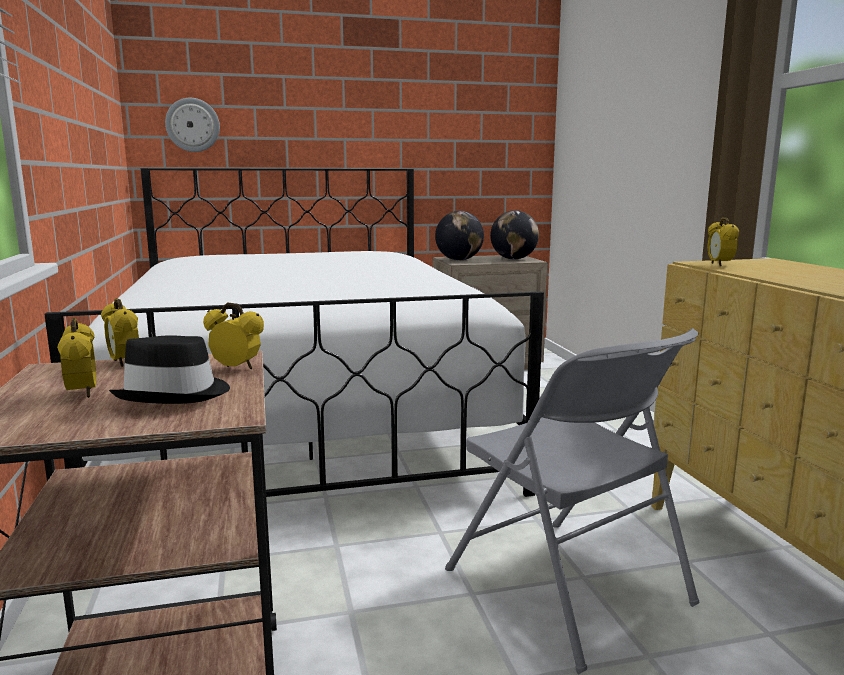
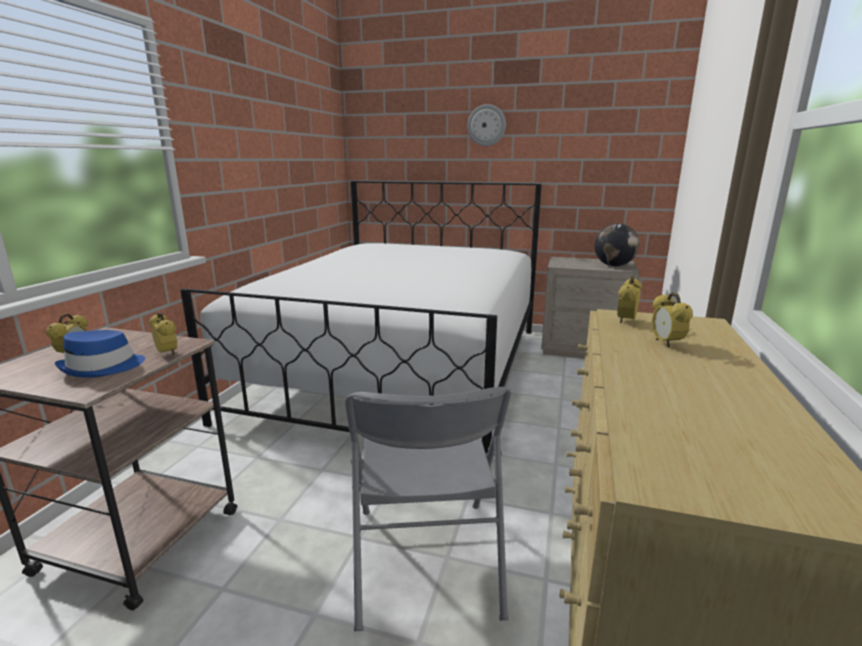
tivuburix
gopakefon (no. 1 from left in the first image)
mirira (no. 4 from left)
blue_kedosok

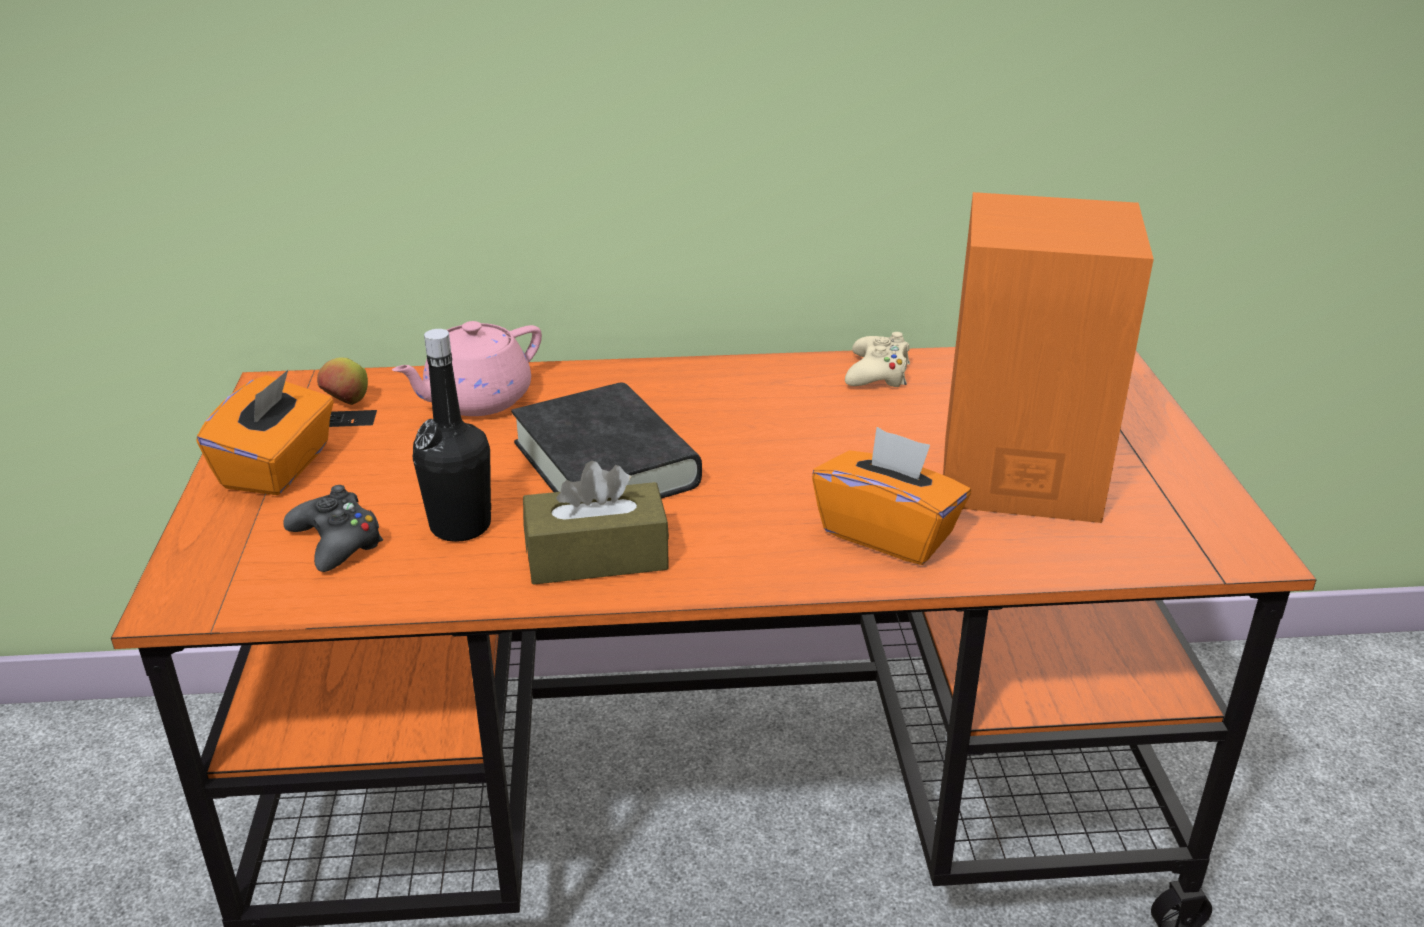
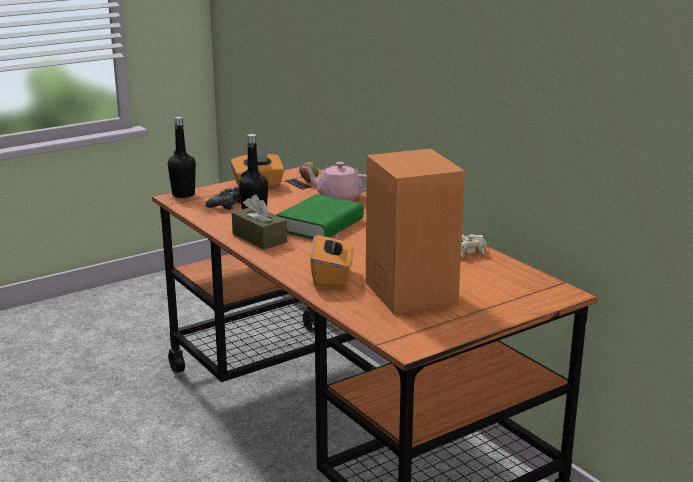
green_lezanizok
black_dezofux (no. 1 from left)

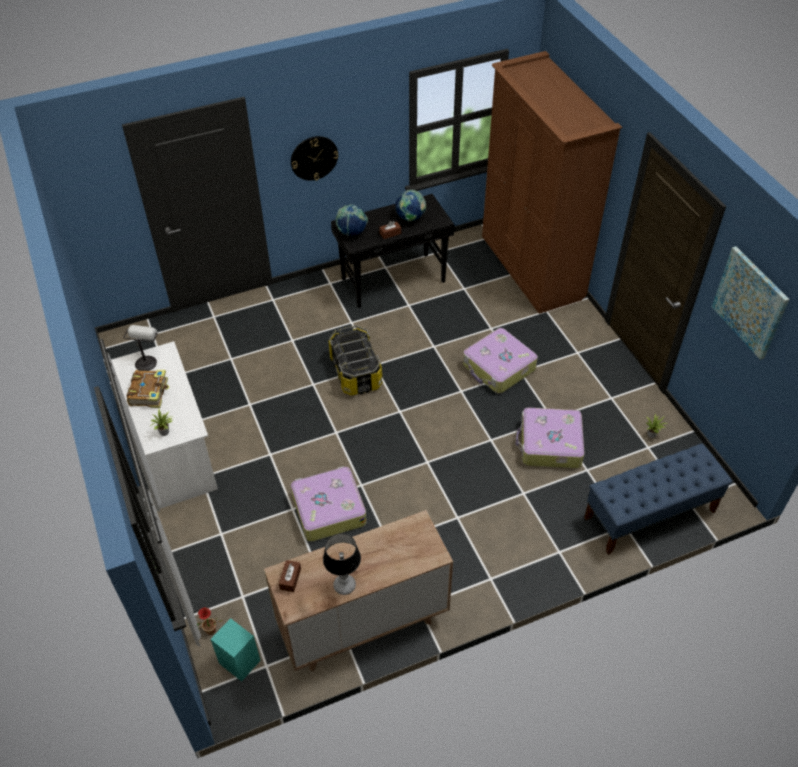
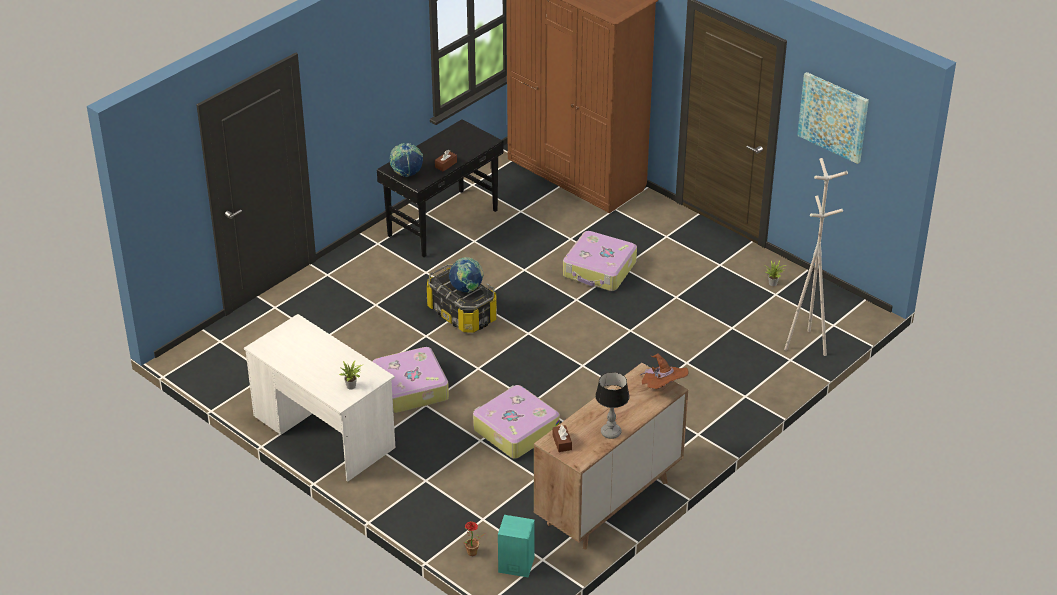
tivuburix
gopakefon (no. 2 from left)
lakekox (no. 1 from left in the first image)
lezanizok
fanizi (no. 1 from left)
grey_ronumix
brown_kedosok

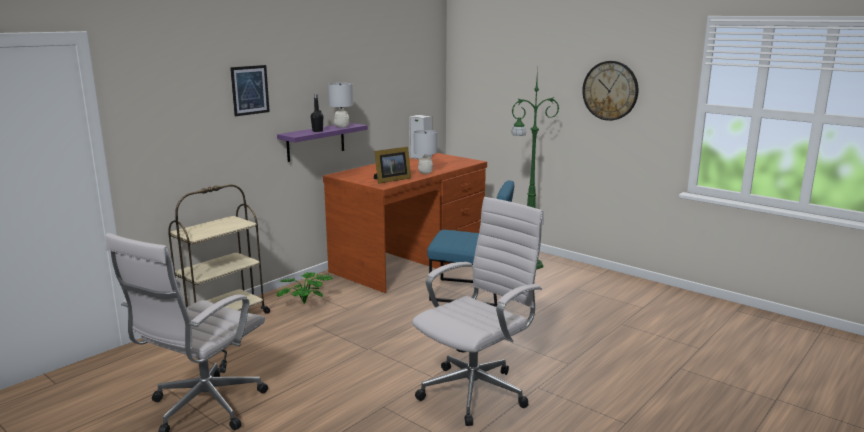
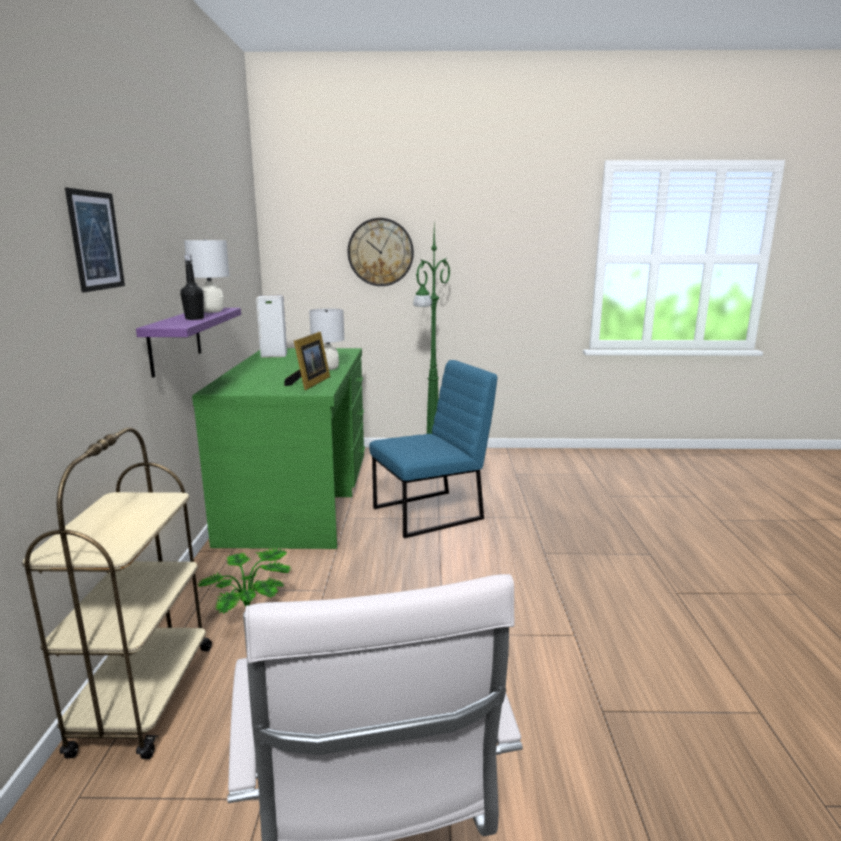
tivuburix
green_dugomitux
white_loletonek (no. 2 from left in the first image)

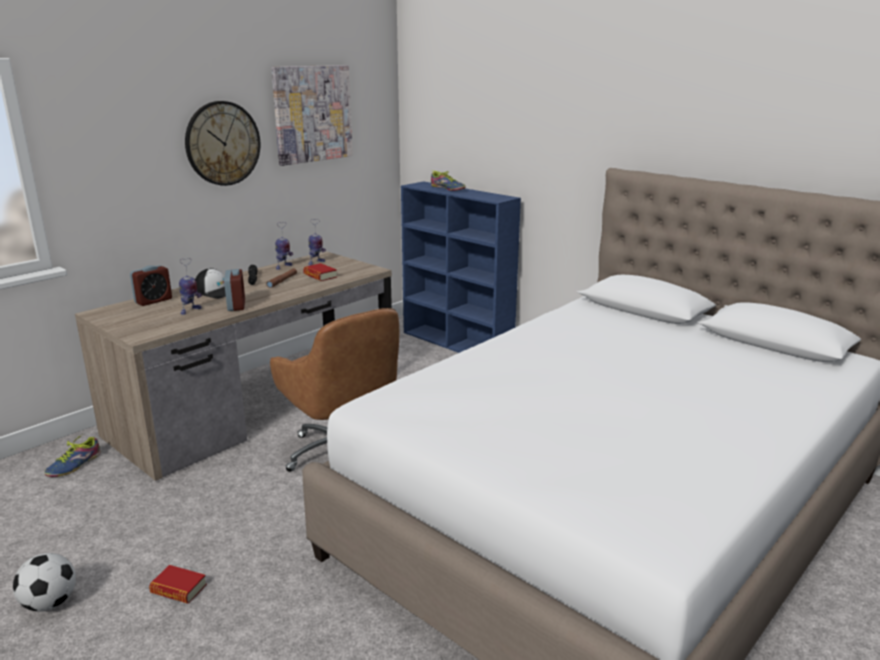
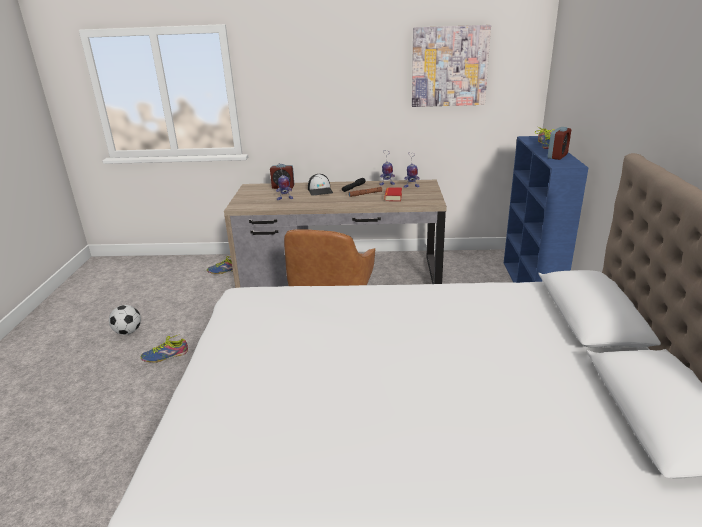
tivuburix
mirira (no. 2 from left)
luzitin (no. 1 from left)

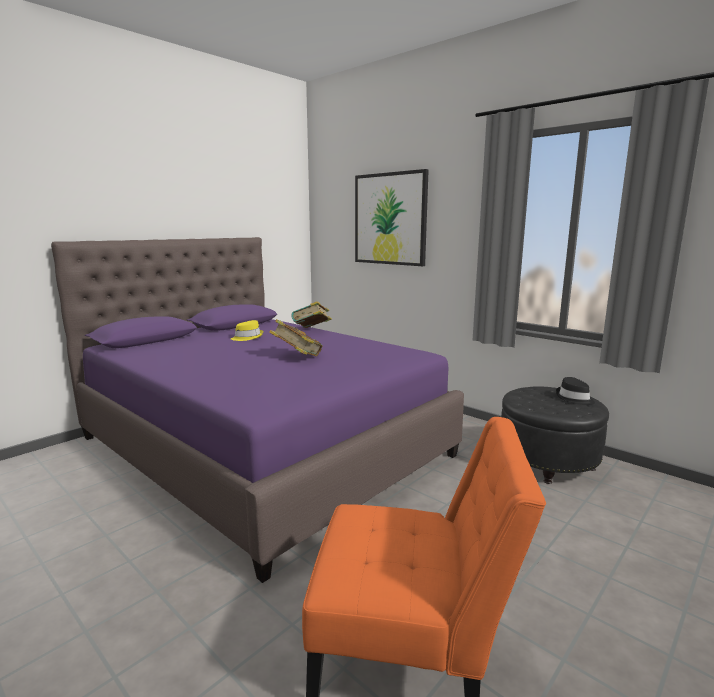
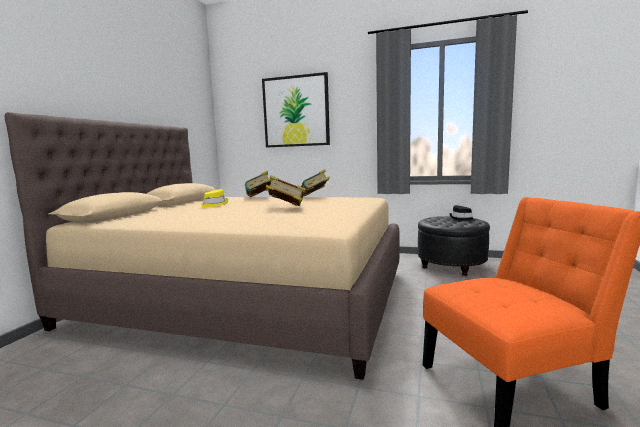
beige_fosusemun
lezanizok (no. 3 from left)

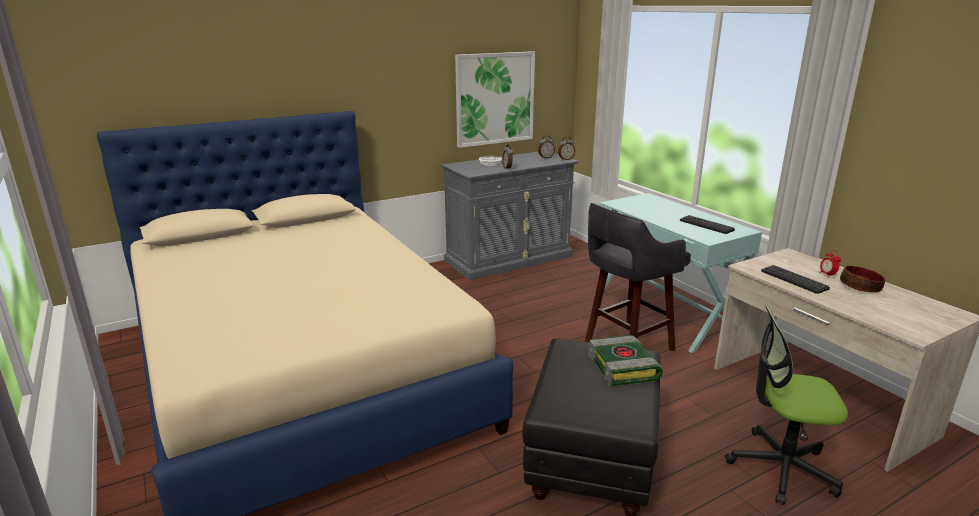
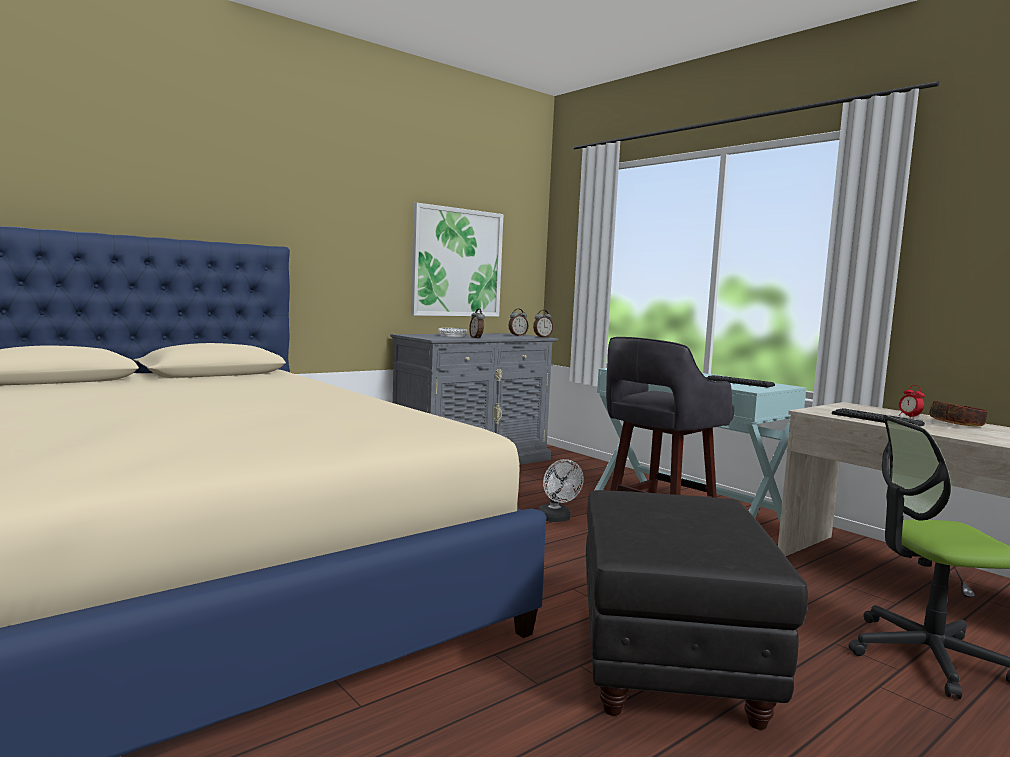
lezanizok
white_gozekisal

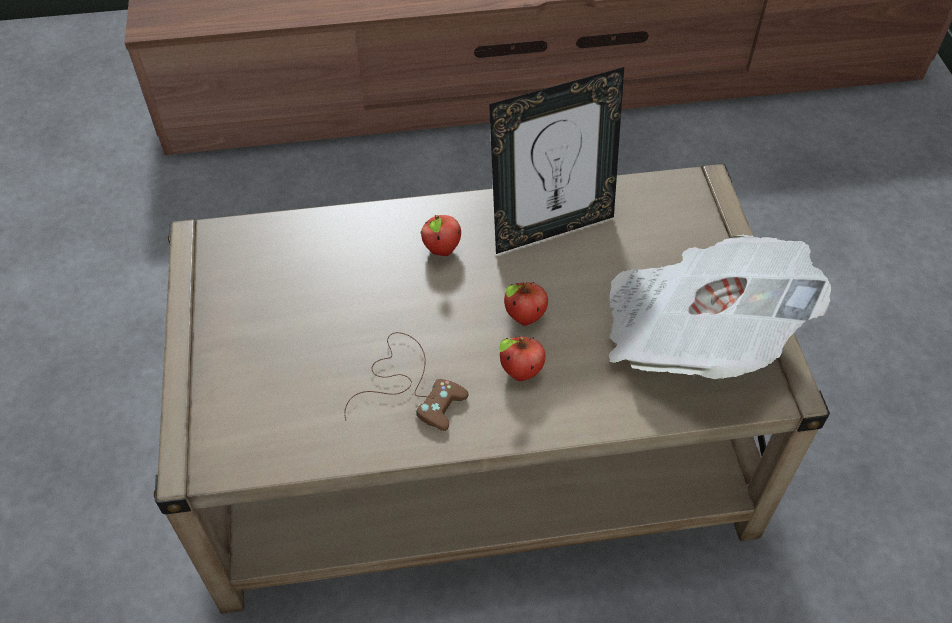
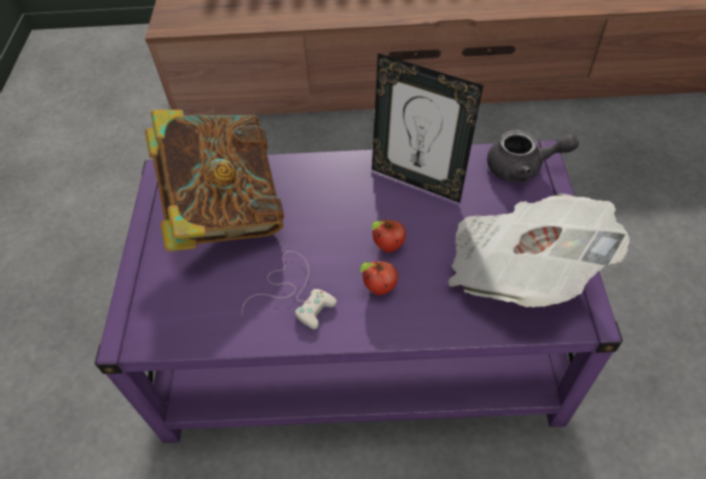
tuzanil
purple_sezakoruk
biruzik (no. 1 from left in the first image)
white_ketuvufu
lezanizok
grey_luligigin

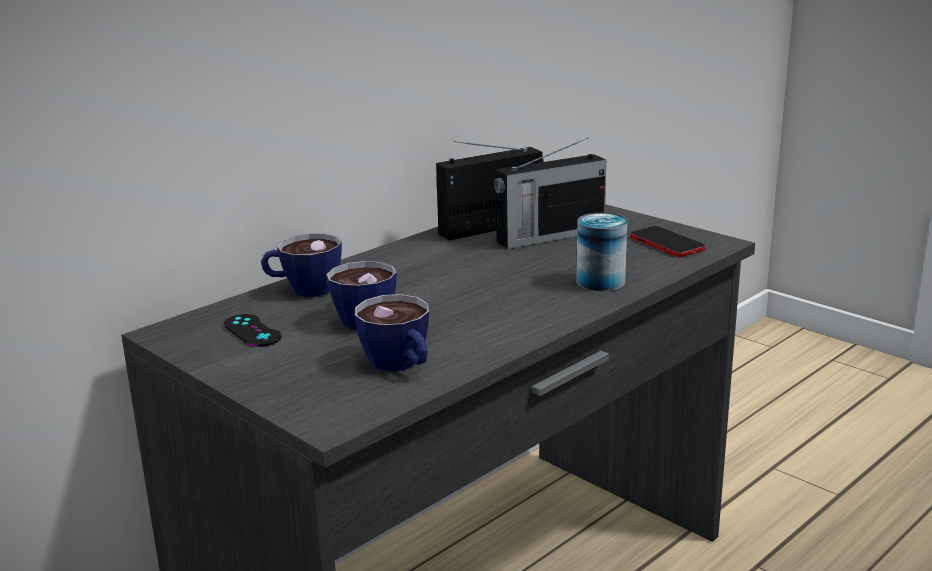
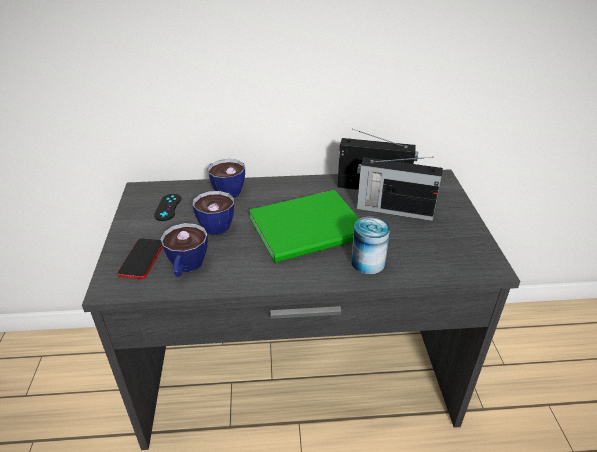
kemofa
green_lezanizok

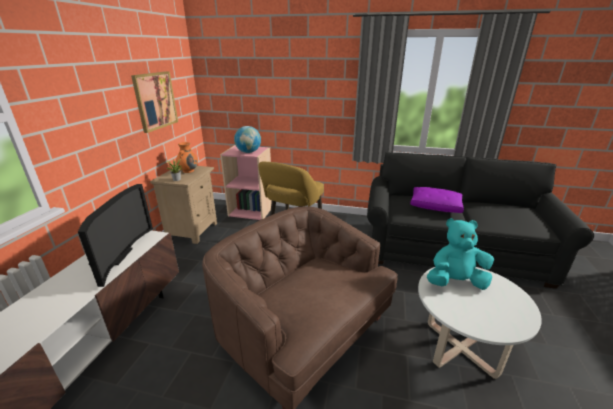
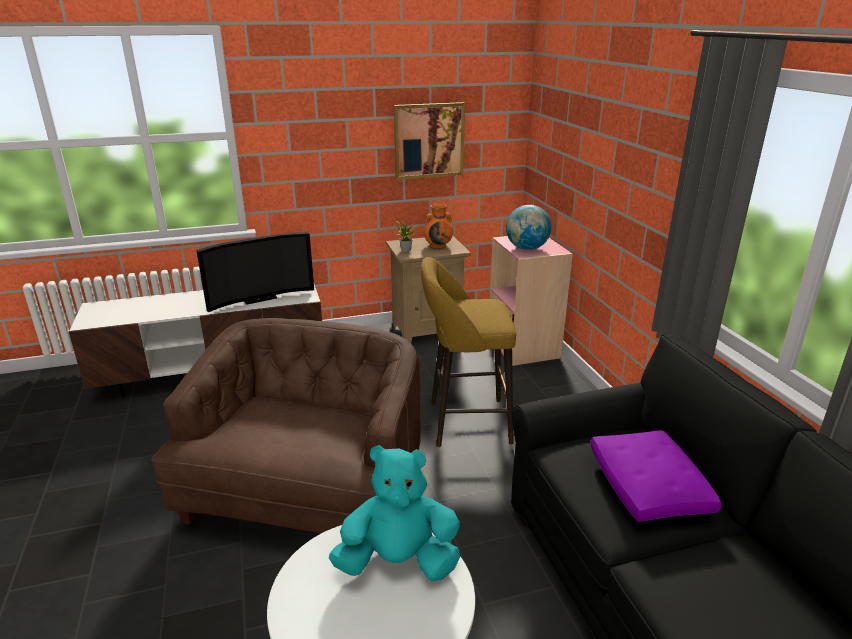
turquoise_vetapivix

